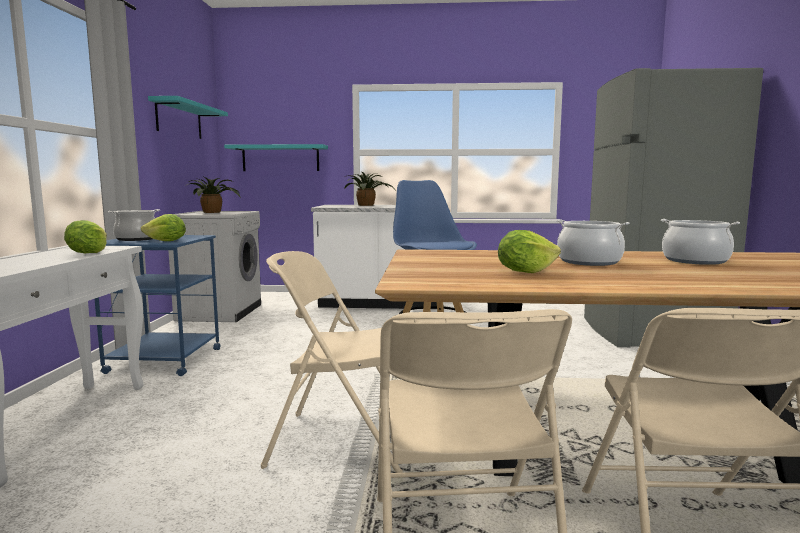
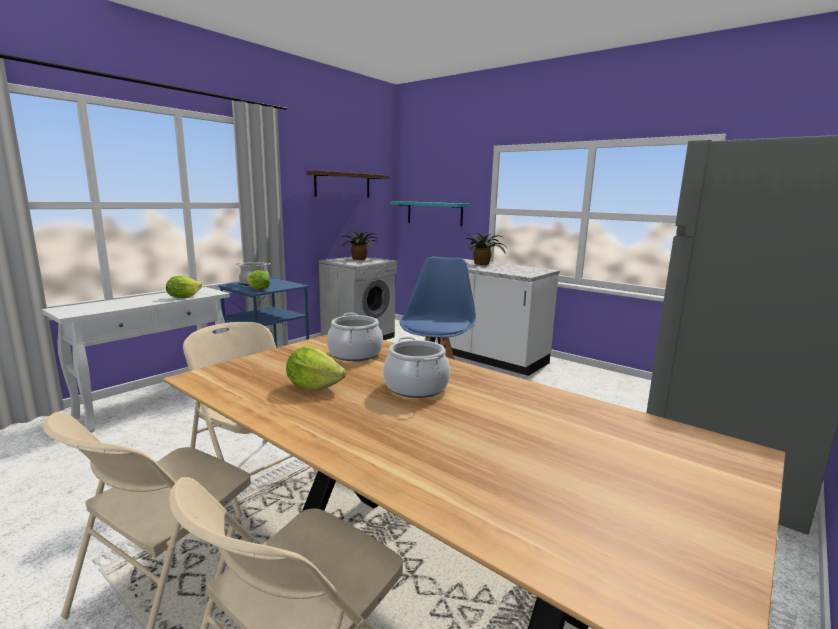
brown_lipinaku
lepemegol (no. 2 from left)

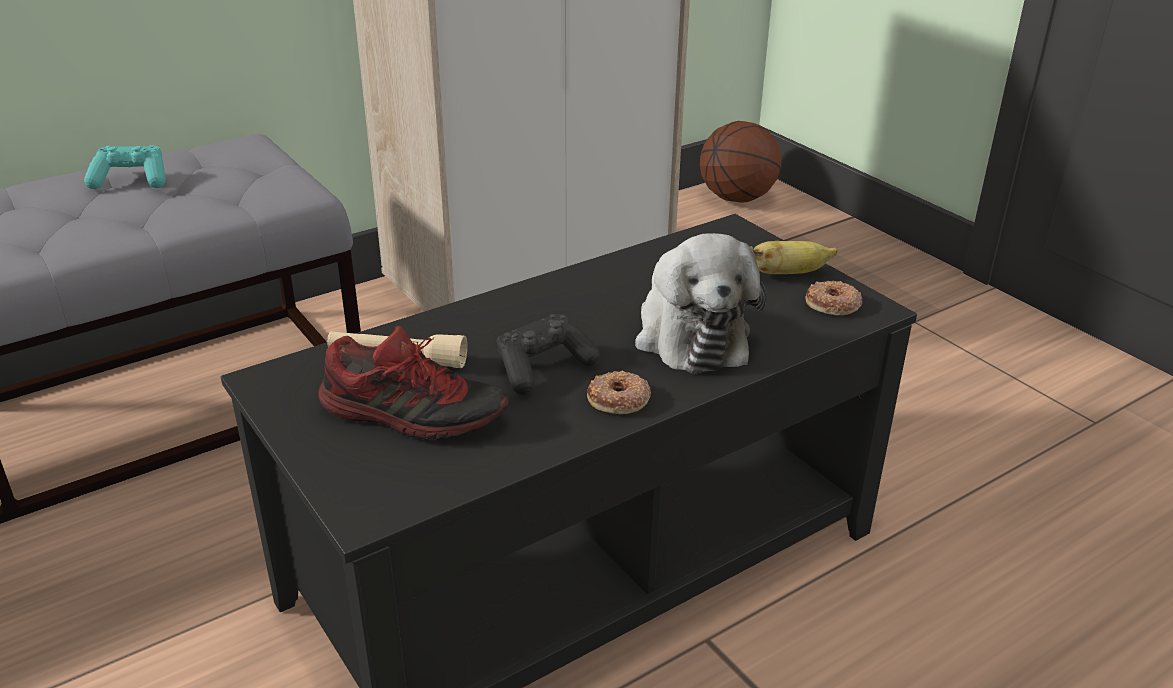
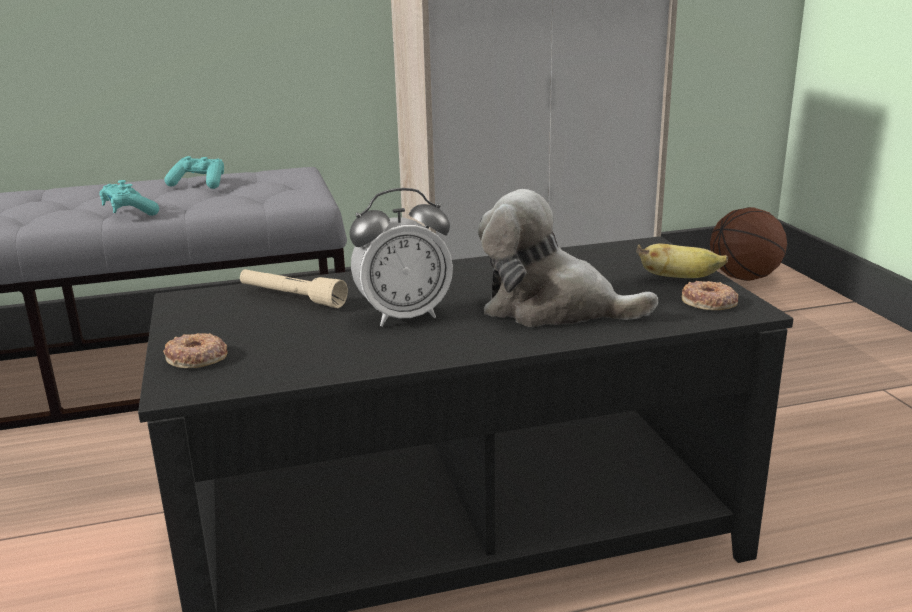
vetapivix
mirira
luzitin
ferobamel (no. 1 from left)
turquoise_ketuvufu (no. 1 from left)

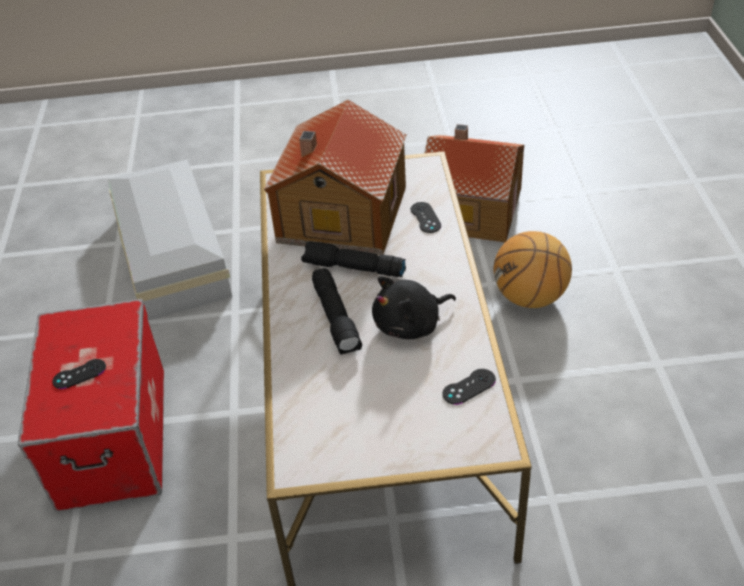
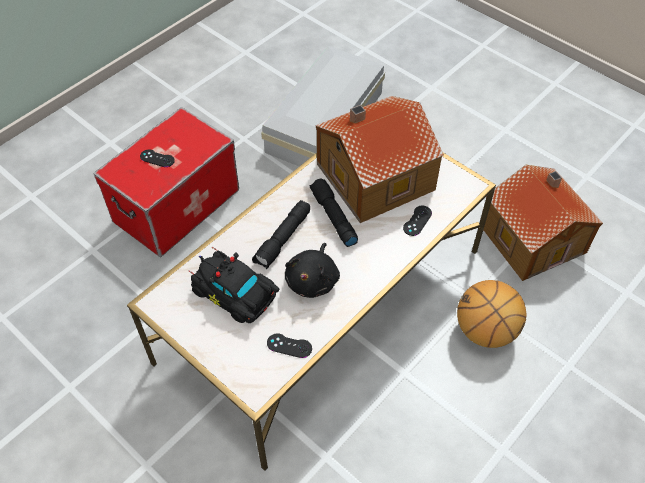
black_vetapivix
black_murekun

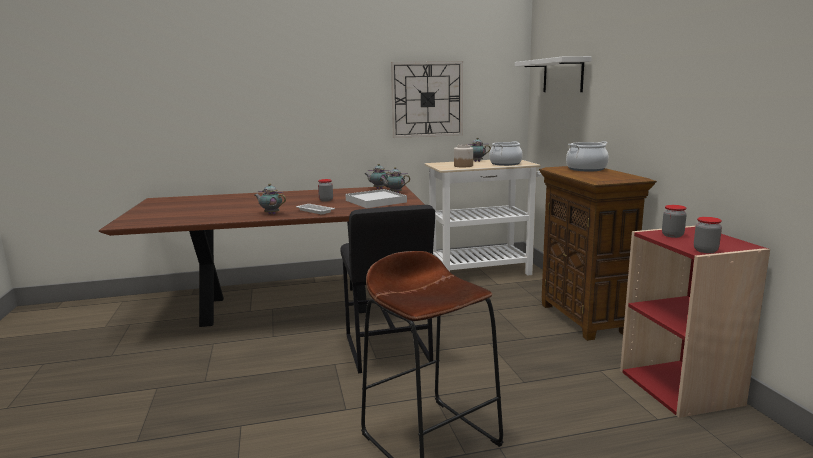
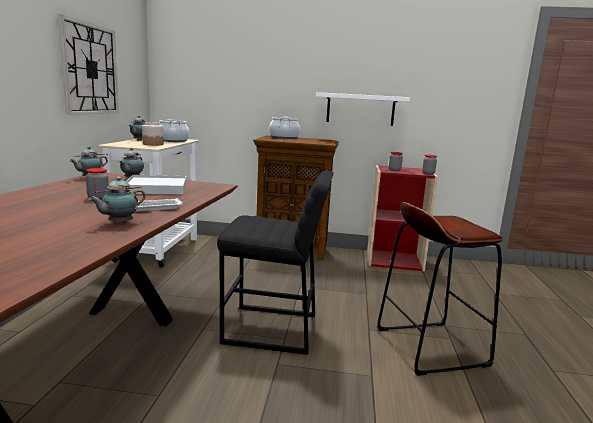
white_lipinaku

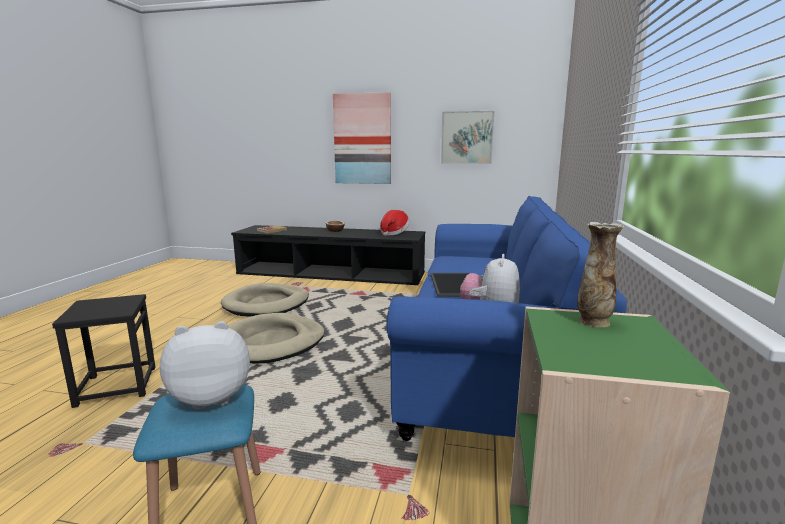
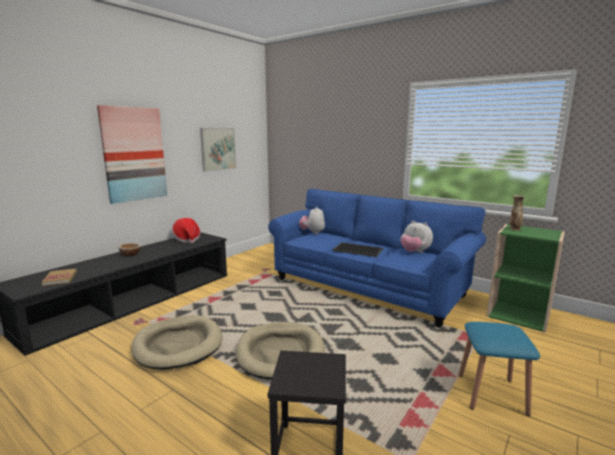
vetapivix (no. 1 from left)

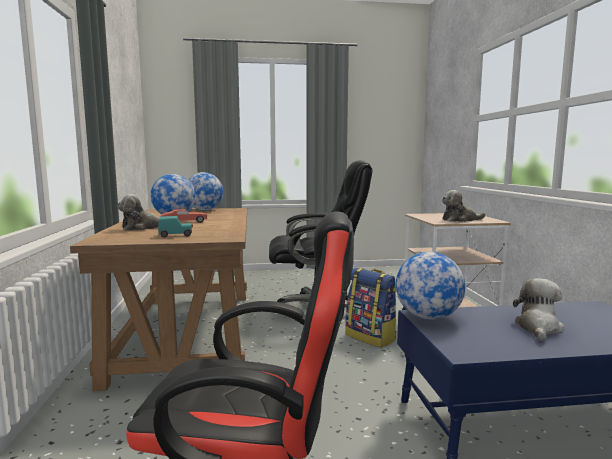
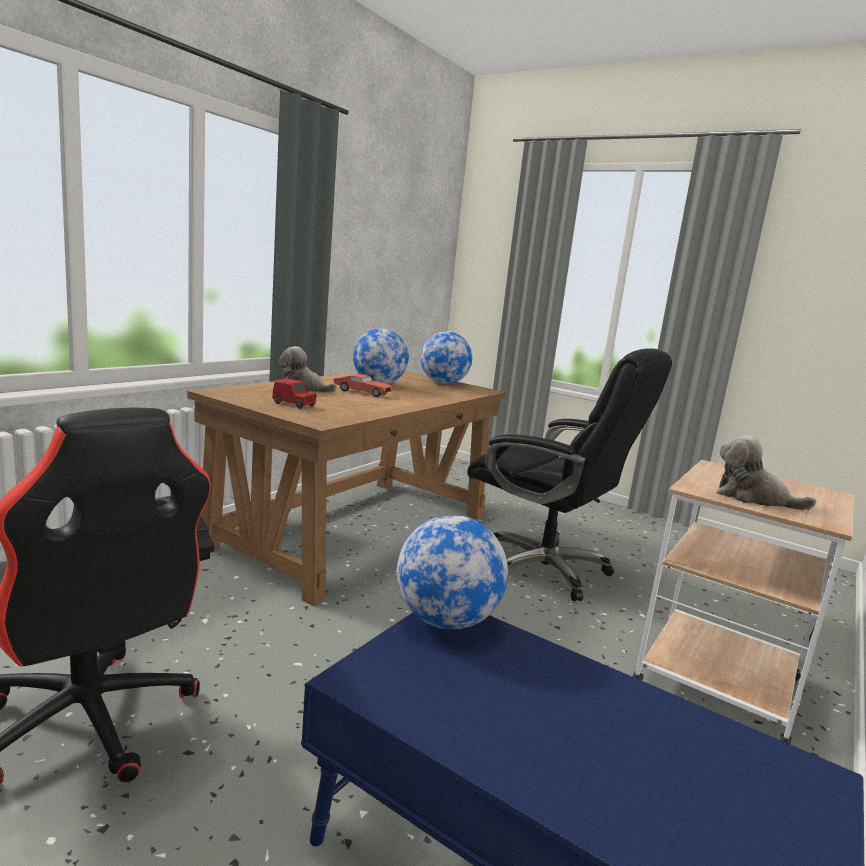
red_murekun (no. 1 from left)
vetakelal
vetapivix (no. 3 from left in the first image)

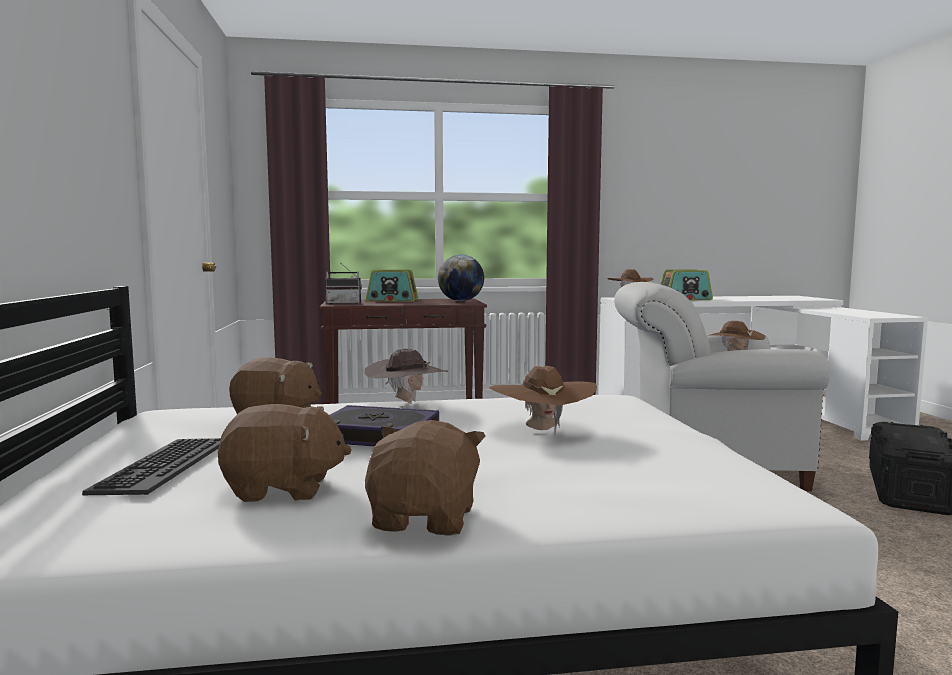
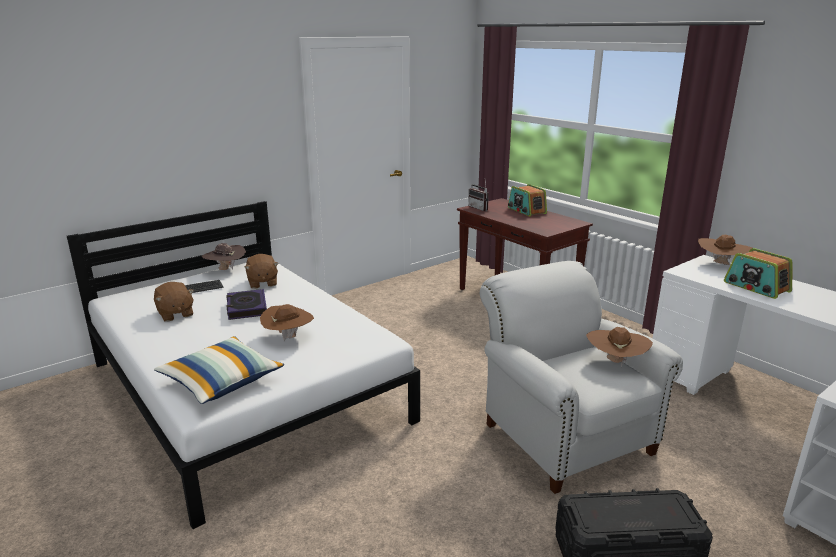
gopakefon
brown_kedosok (no. 1 from left)
brown_vetapivix (no. 3 from left in the first image)
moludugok

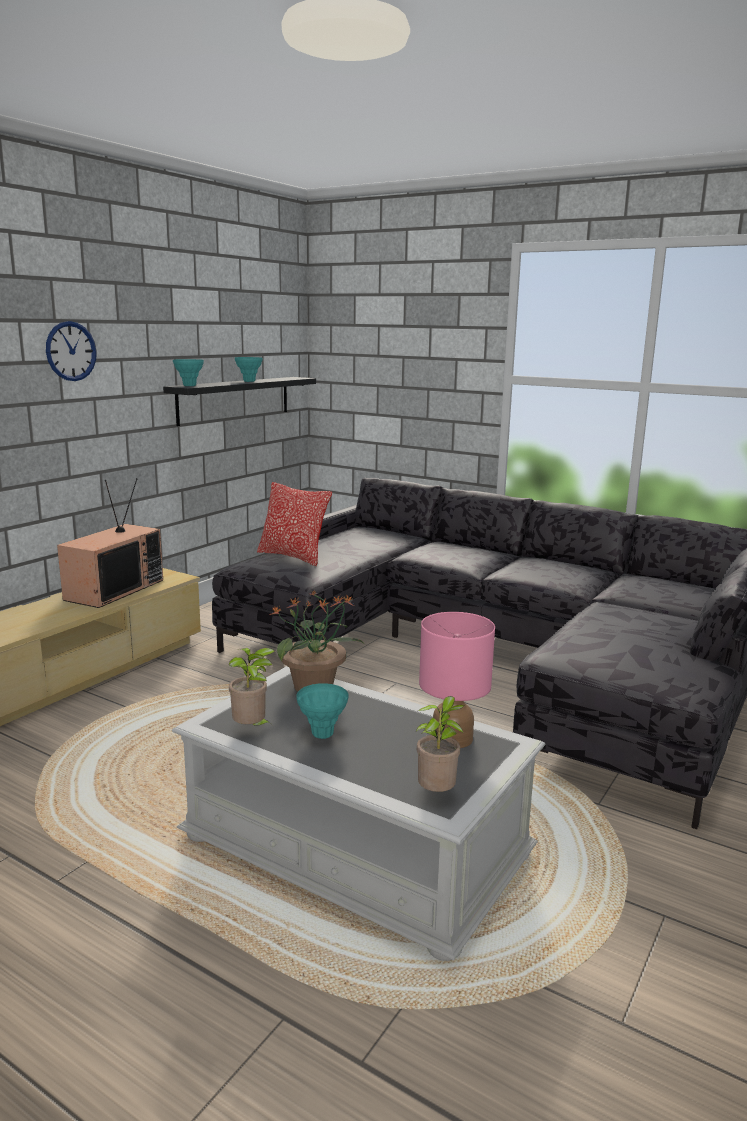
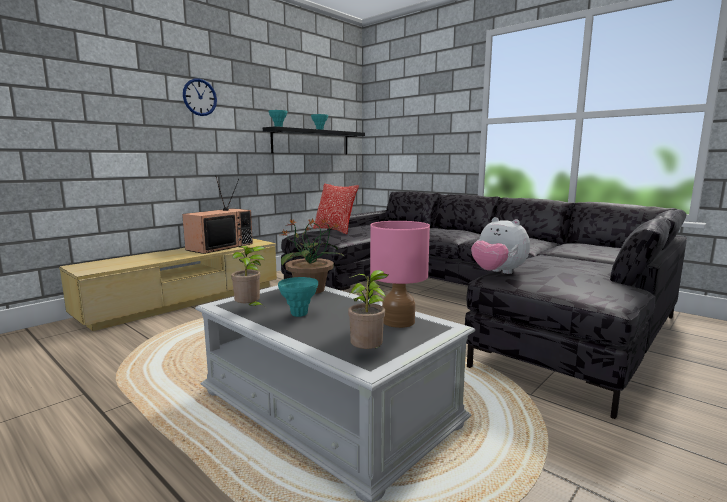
vetapivix

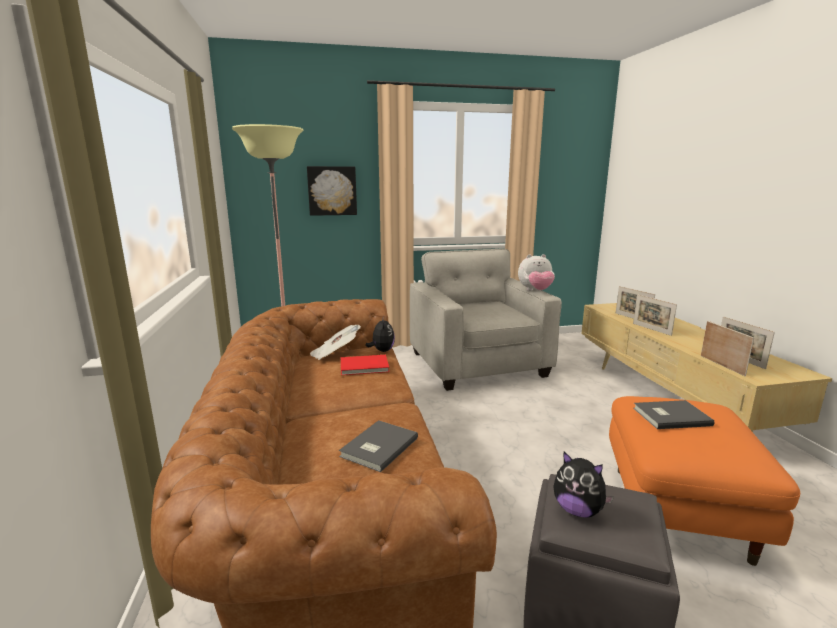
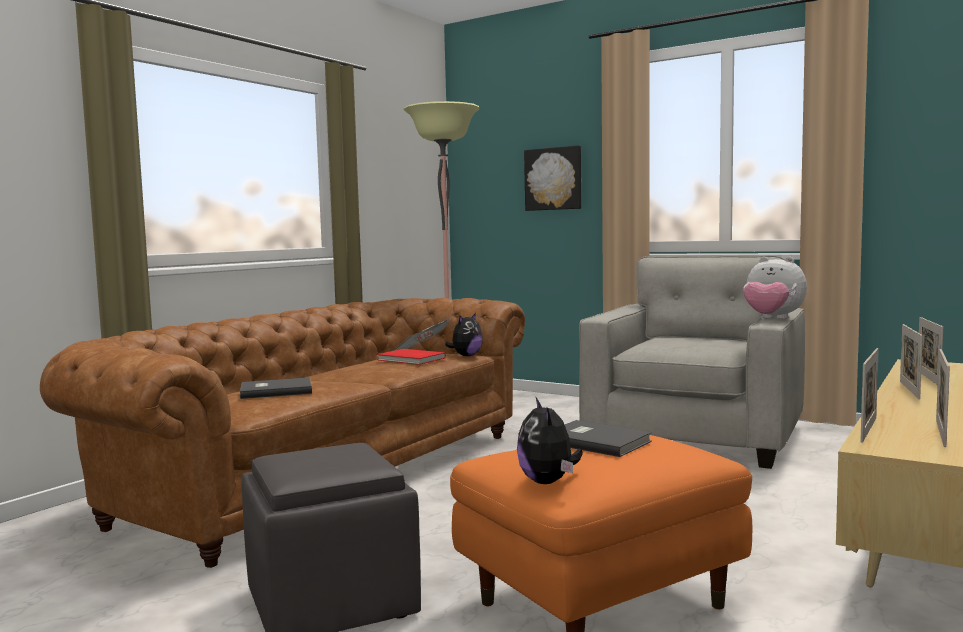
vetapivix (no. 2 from left)

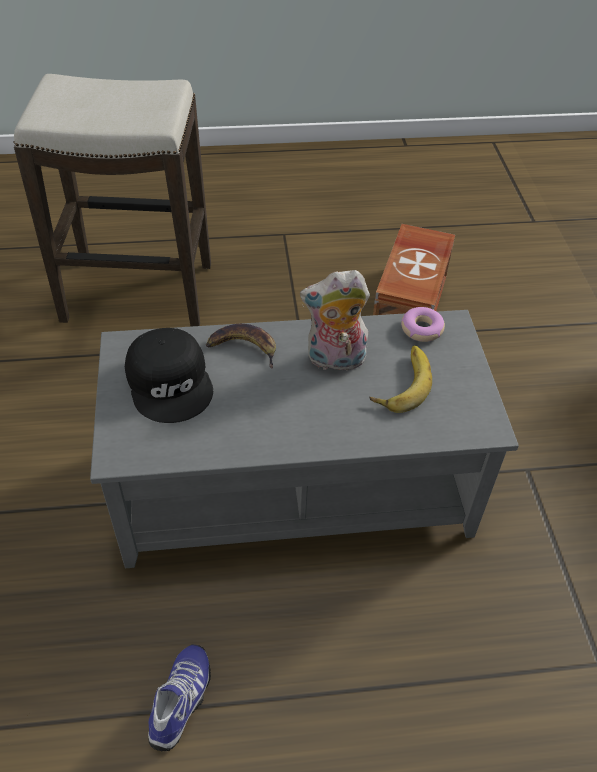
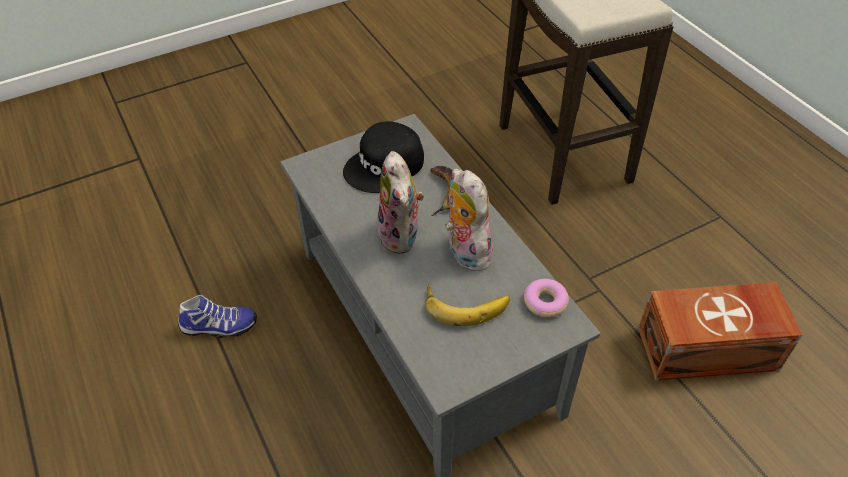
vetapivix (no. 1 from left)

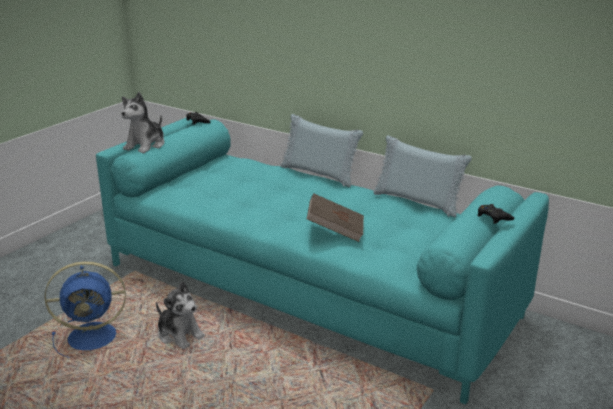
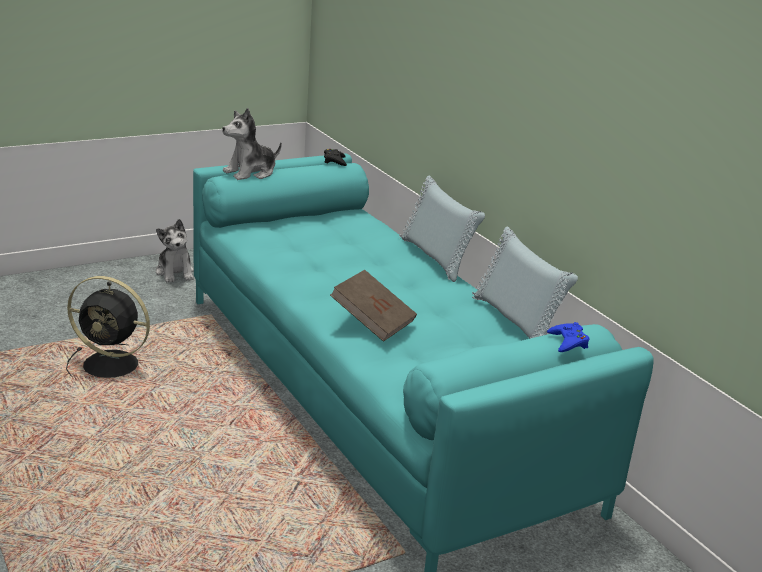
black_ketuvufu (no. 2 from left in the first image)
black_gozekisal
vetapivix (no. 1 from left)
blue_ketuvufu

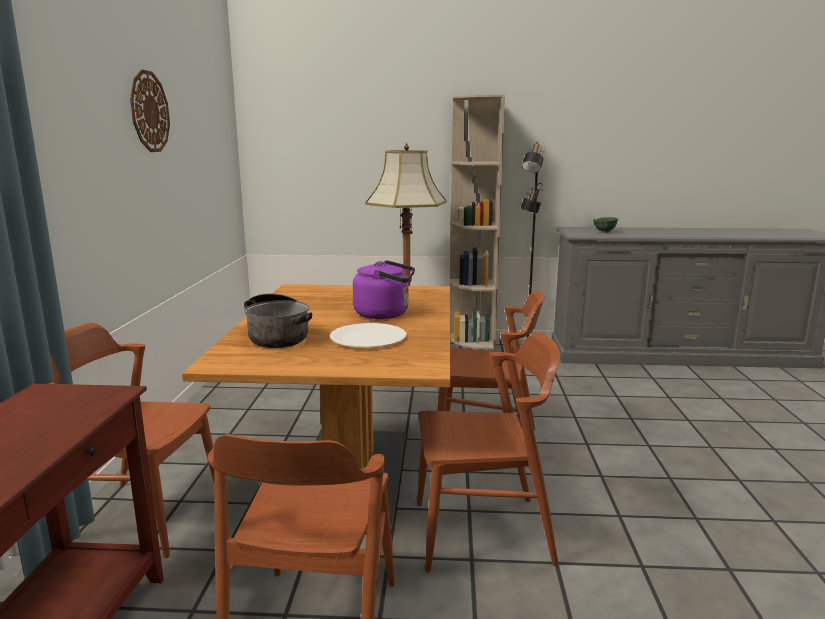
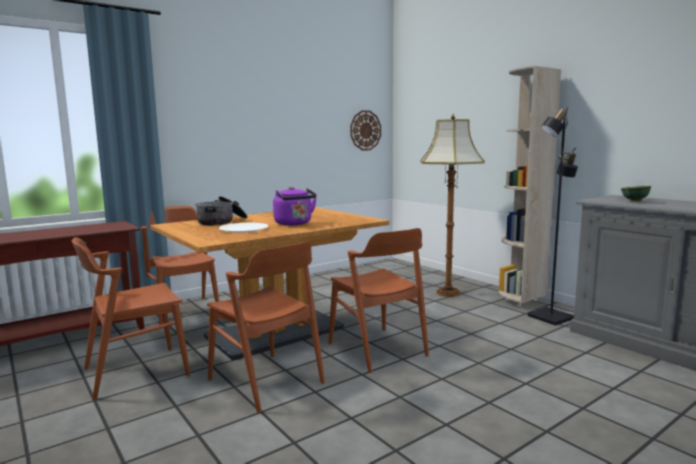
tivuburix

